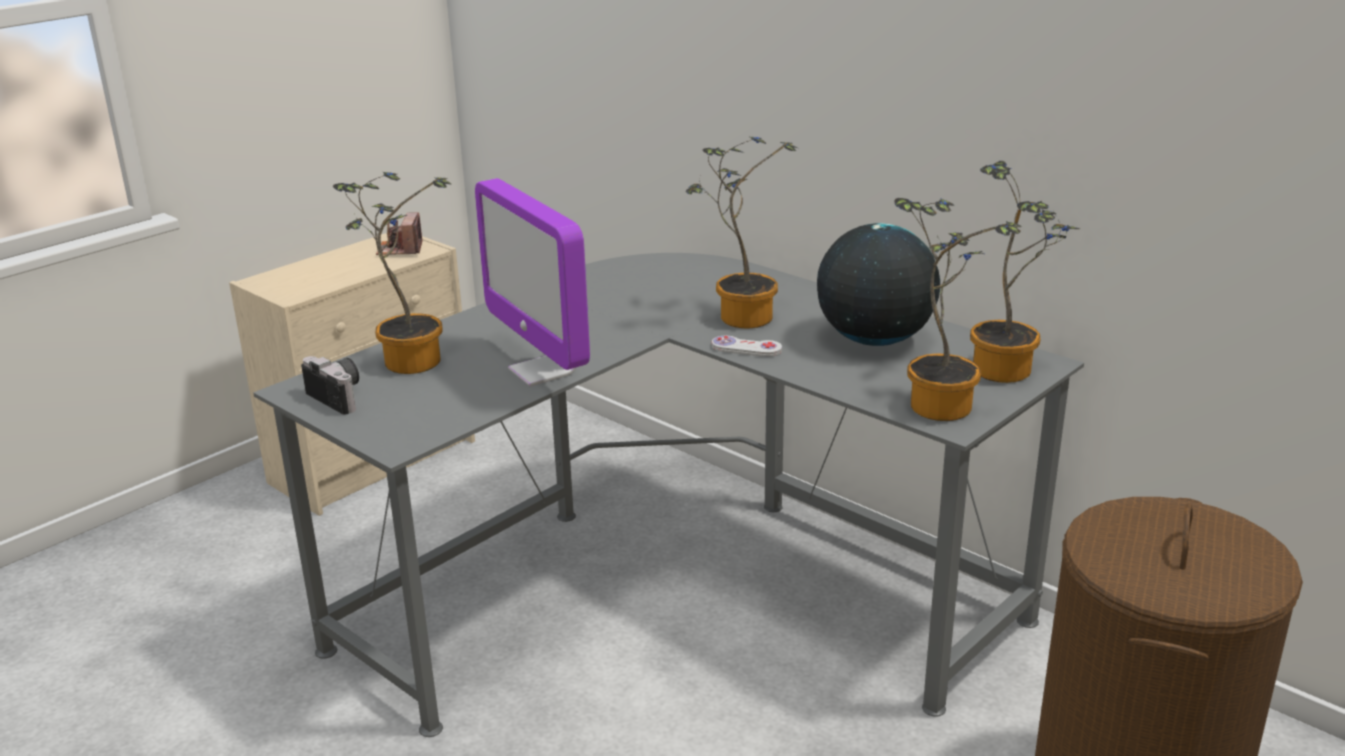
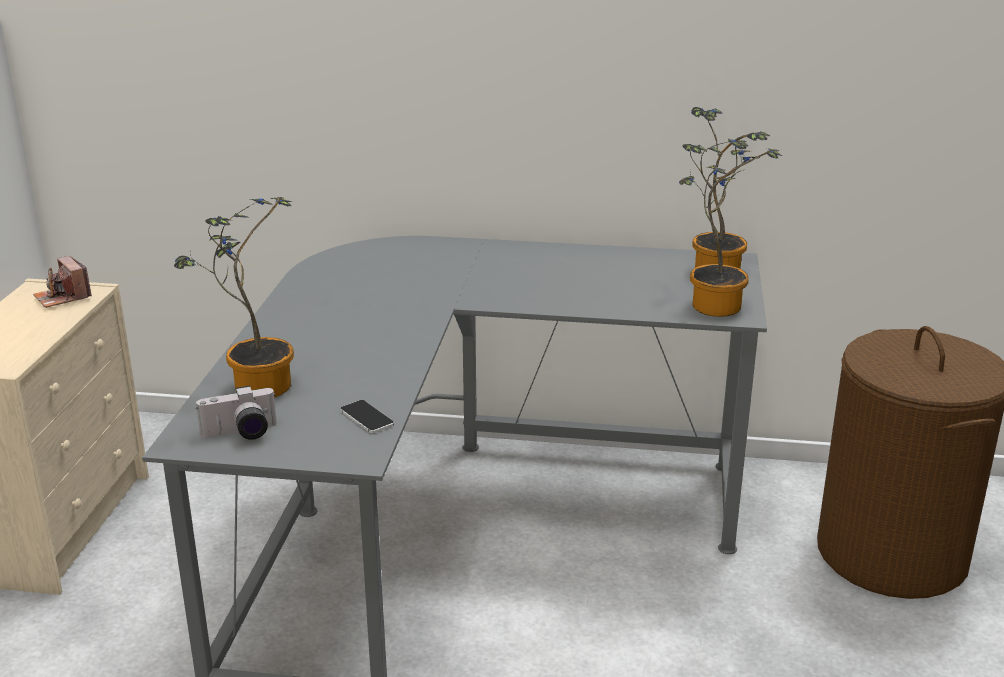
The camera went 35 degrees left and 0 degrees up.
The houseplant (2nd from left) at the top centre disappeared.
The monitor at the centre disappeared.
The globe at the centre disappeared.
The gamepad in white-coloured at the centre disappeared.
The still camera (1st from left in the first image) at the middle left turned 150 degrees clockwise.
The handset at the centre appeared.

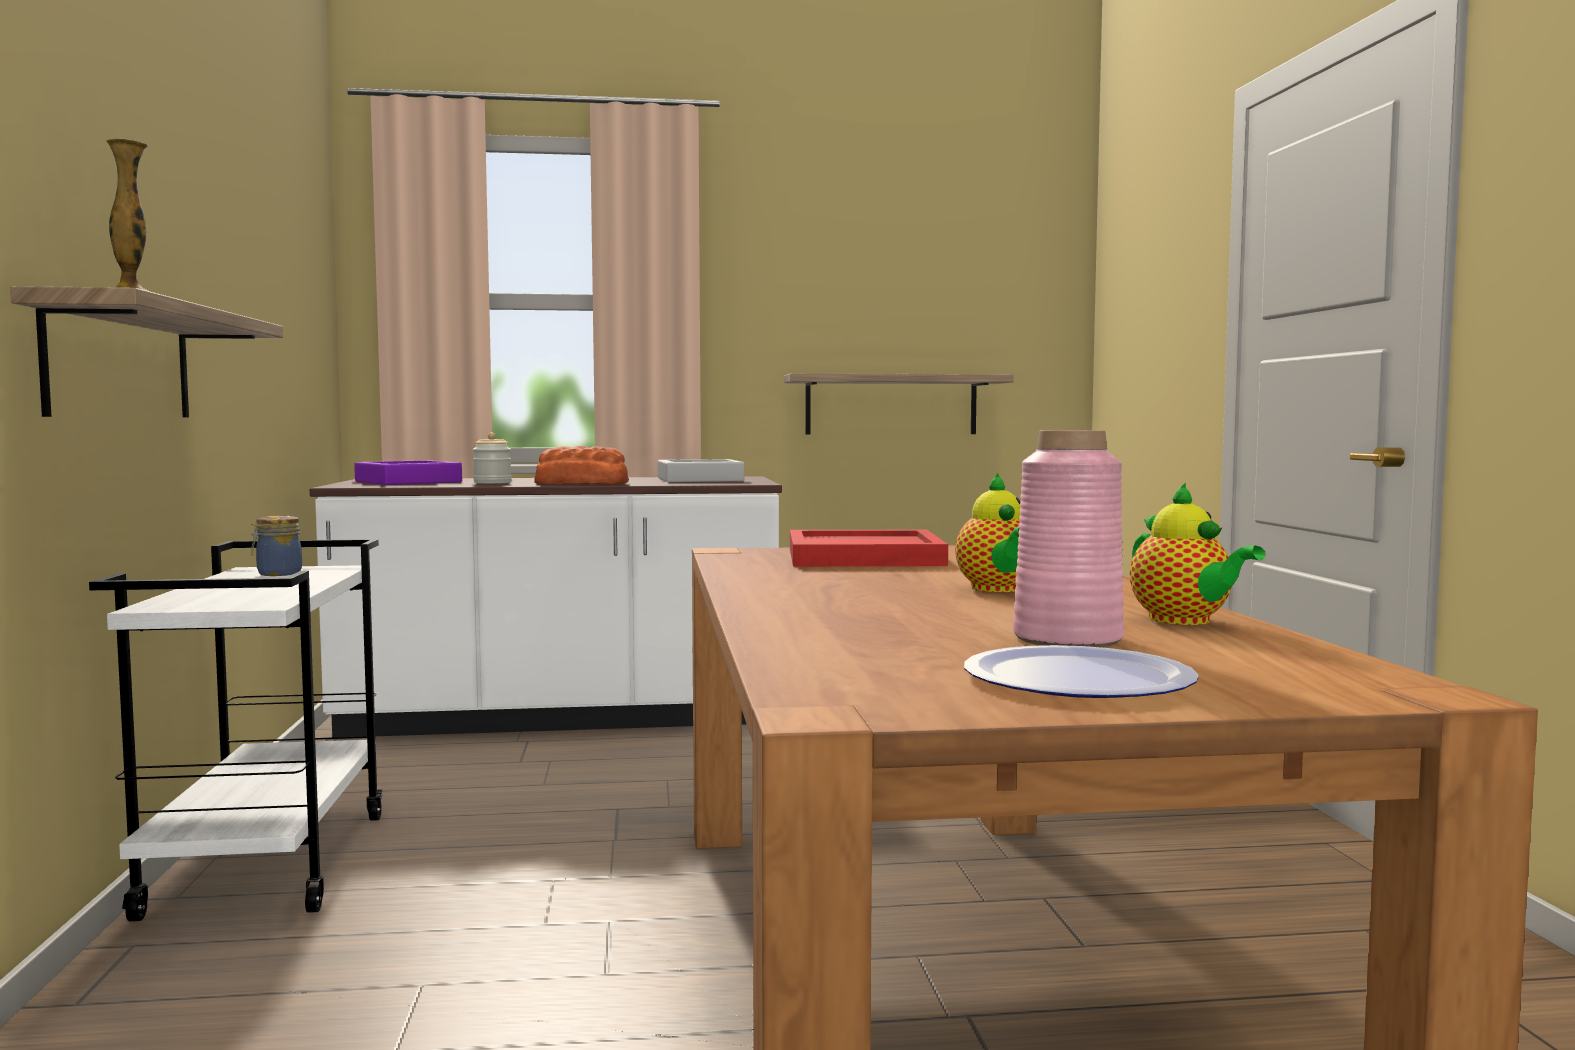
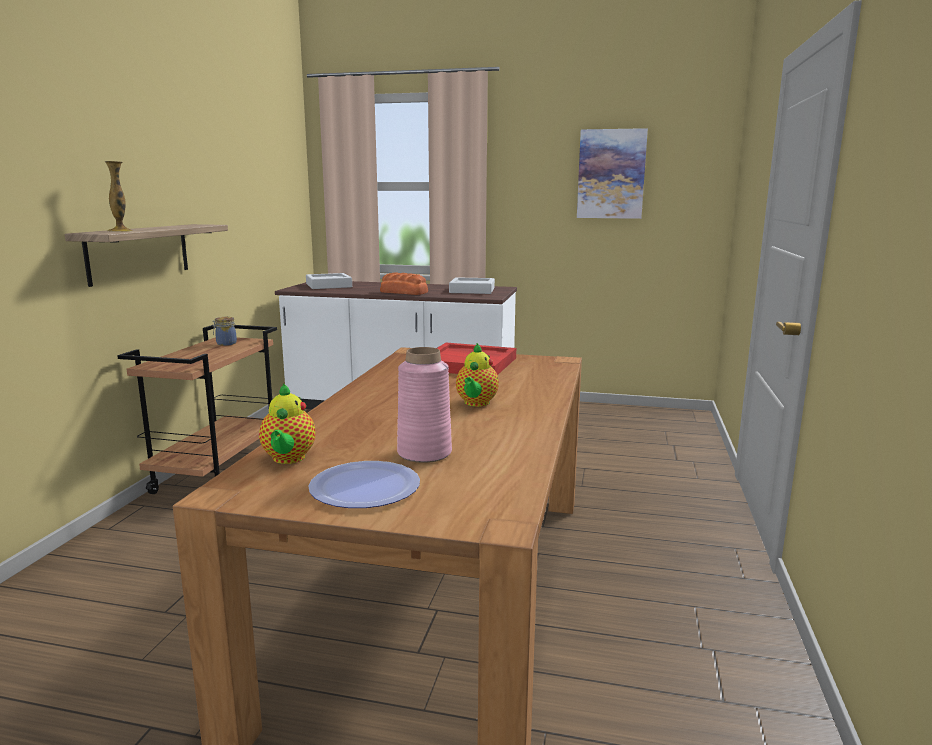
The camera went 20 degrees right and 10 degrees up.
The shelf (2nd from left) at the centre disappeared.
The preserve jar (2nd from left) at the middle left disappeared.
The tray in purple-coloured at the middle left became the tray in gray (1st from left) at the centre.
The tea pot (2nd from left in the first image) moved from the middle right to the middle left.
The wheeled cart in white-coloured at the bottom left became the wheeled cart in brown at the middle left.
The wall art at the top centre appeared.

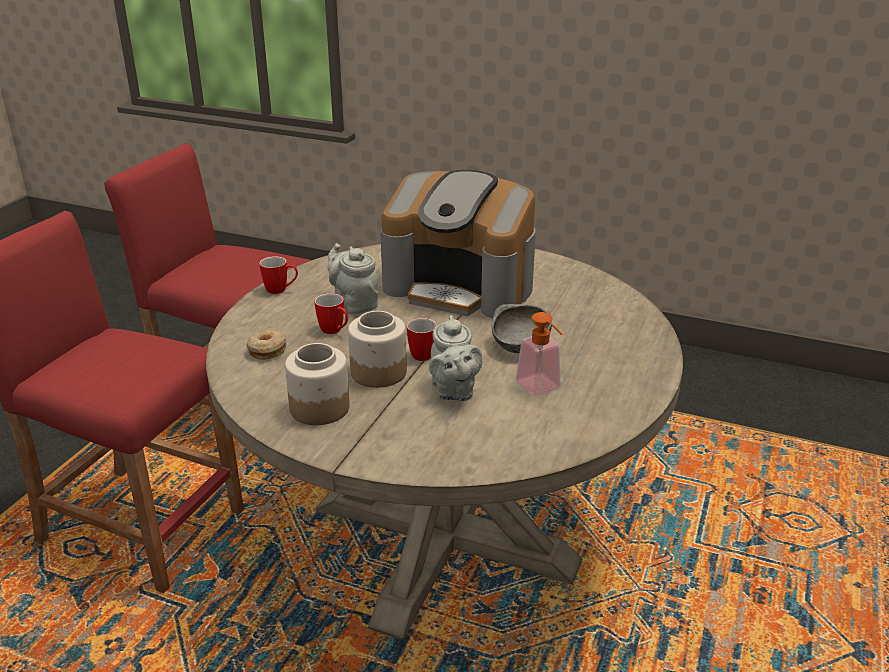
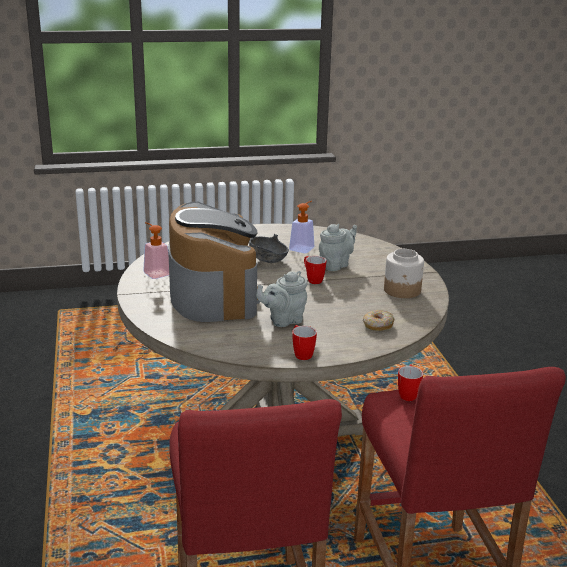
The camera went 125 degrees left and 5 degrees down.
The tea pot in gray (1st from left) at the centre turned 45 degrees clockwise.
The coffee mug (2nd from left in the first image) moved from the centre to the bottom right.
The preserve jar (2nd from left) at the centre disappeared.
The liquid soap bottle (1st from left) at the middle left appeared.

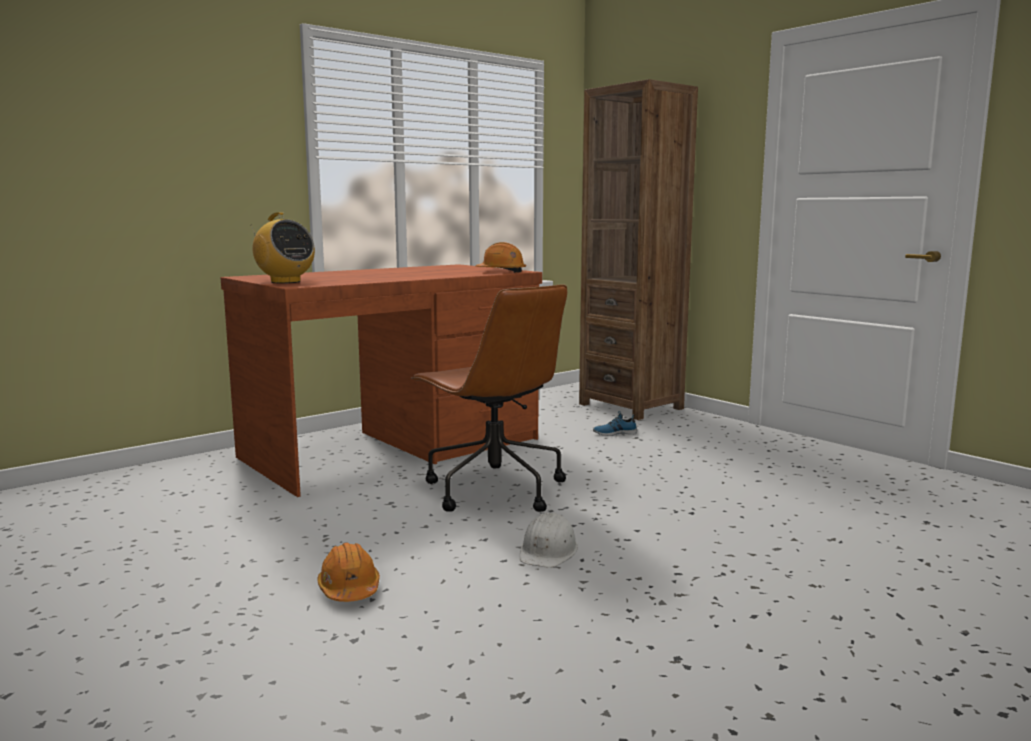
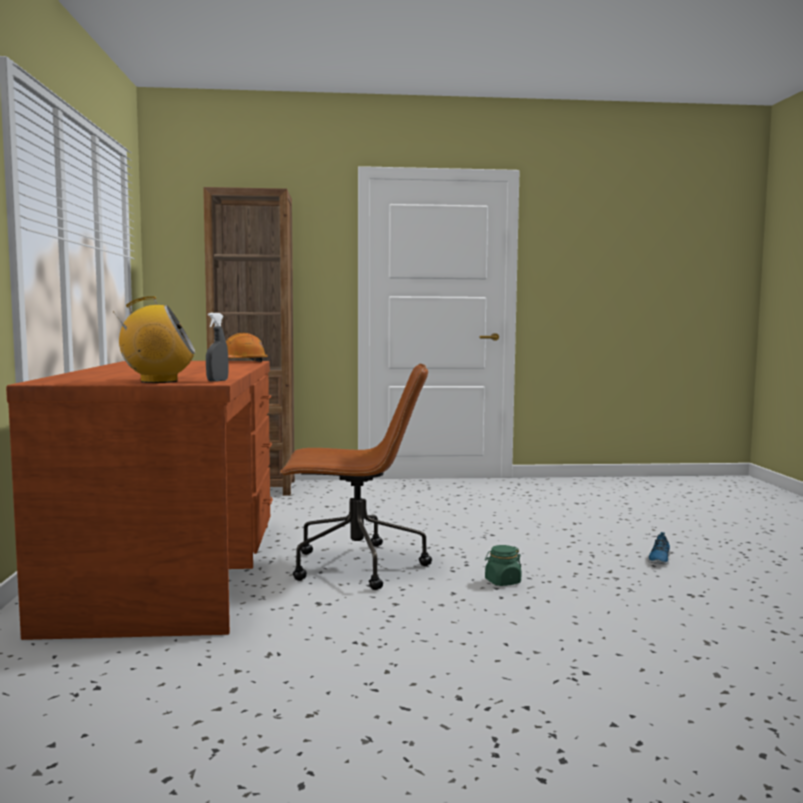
The camera went 55 degrees left and 5 degrees down.
The low shoe moved from the centre to the bottom right.
The work helmet in white-coloured at the bottom centre was replaced by the preserve jar in greenish at the bottom centre.
The work helmet in orange (1st from left) at the bottom centre disappeared.
The spray bottle in gray at the middle left appeared.

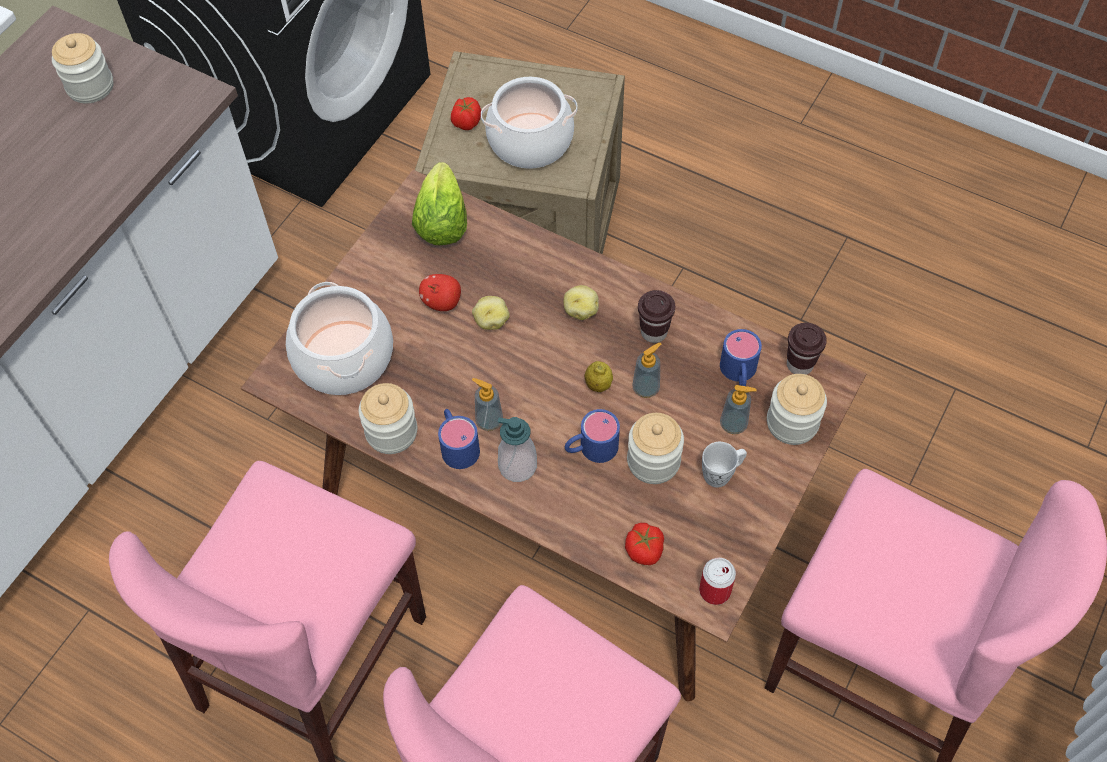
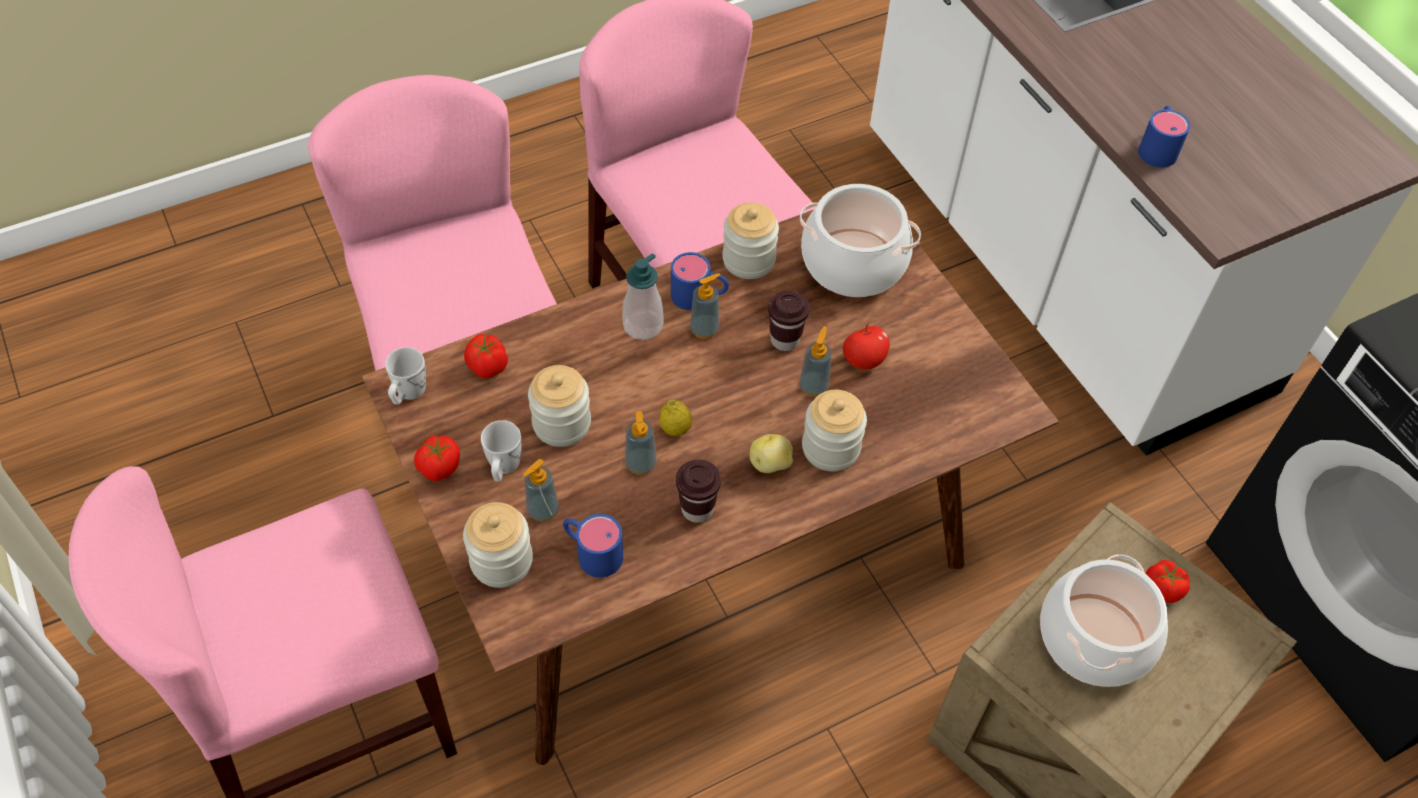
The camera went 120 degrees right and 5 degrees down.
The preserve jar (1st from left in the first image) moved from the top left to the centre.
The lettuce head at the top centre disappeared.
The potato (1st from left) at the centre was replaced by the liquid soap bottle (5th from left) at the centre.
The drinking cup in brown (2nd from left) moved from the middle right to the centre.
The coffee mug in blue (2nd from left in the first image) moved from the centre to the top right.
The metal can at the bottom centre was replaced by the coffee mug in white-coloured (1st from left) at the middle left.
The whole tomato (1st from left) at the middle left appeared.

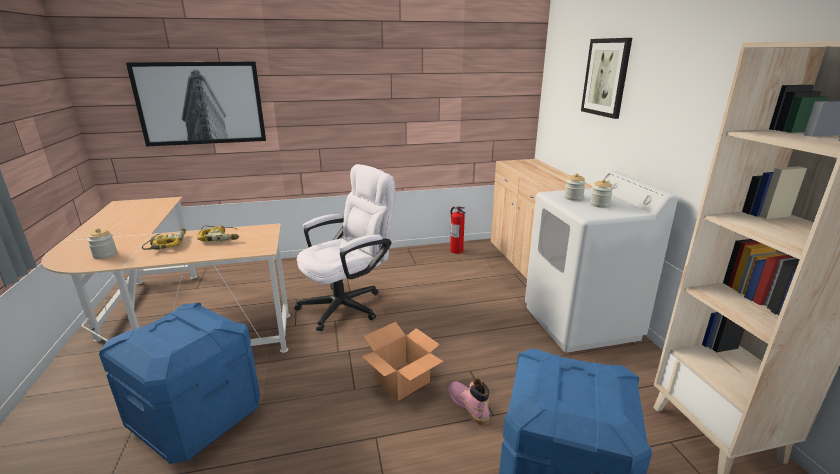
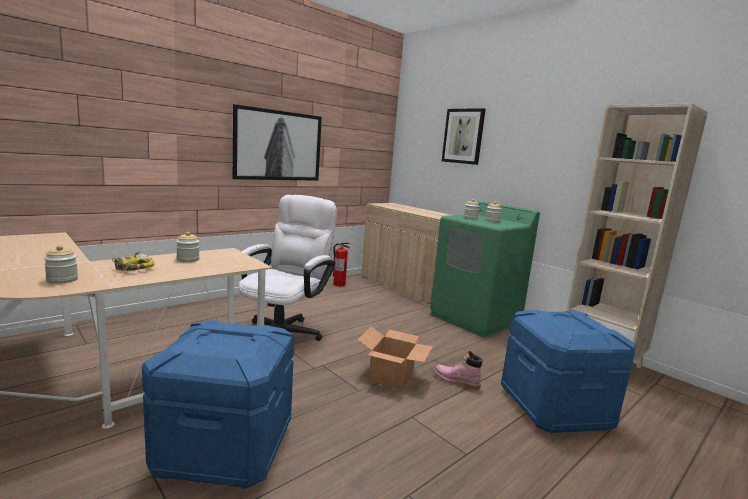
The camera went 30 degrees left and 10 degrees down.
The wall art (1st from left) moved from the top left to the top centre.
The washing machine in white-coloured at the middle right became the washing machine in greenish at the centre.
The power drill (2nd from left) at the middle left was replaced by the preserve jar (2nd from left) at the middle left.

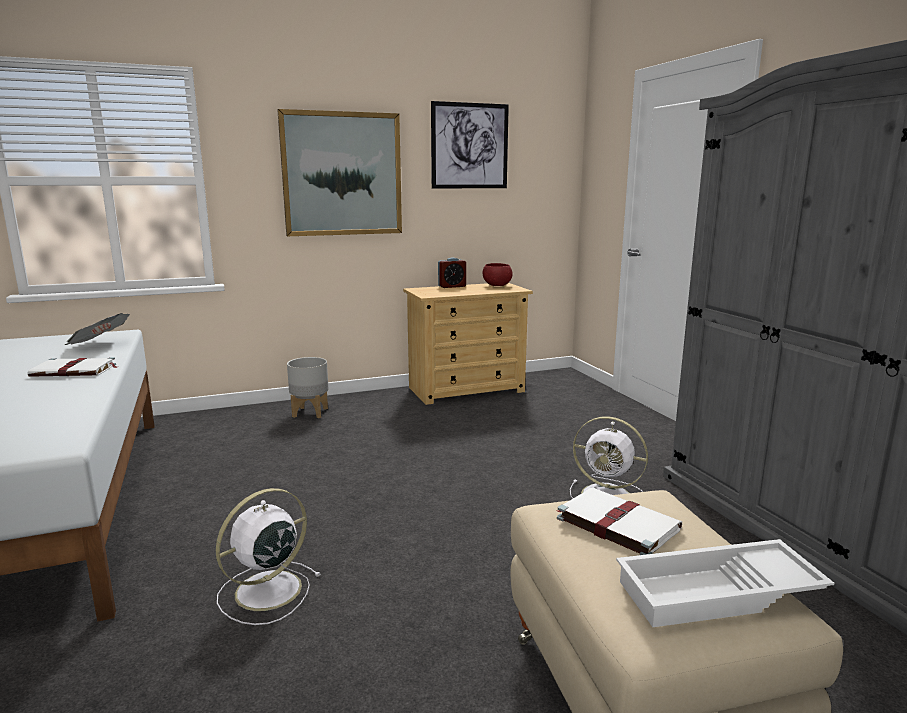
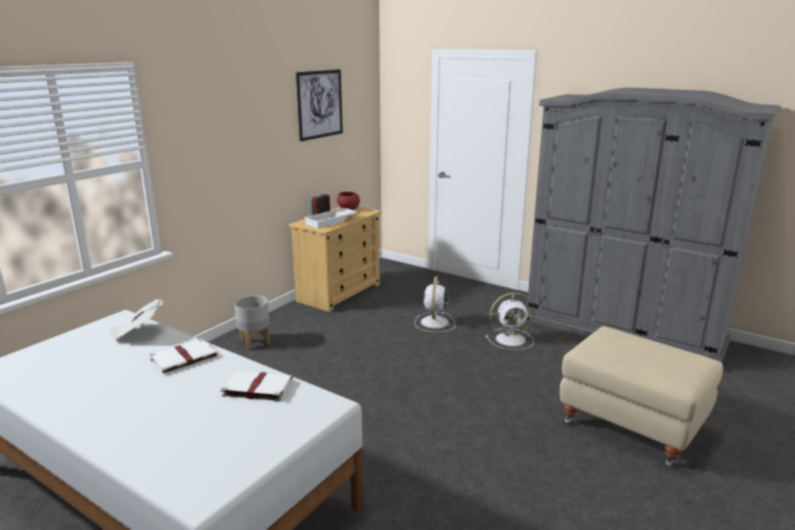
The camera went 35 degrees left and 5 degrees up.
The wall art (1st from left) at the top centre disappeared.
The book in white-coloured (2nd from left) moved from the bottom right to the bottom left.
The electric fan in white-coloured (1st from left) moved from the bottom left to the centre.
The tray in white-coloured moved from the bottom right to the centre.

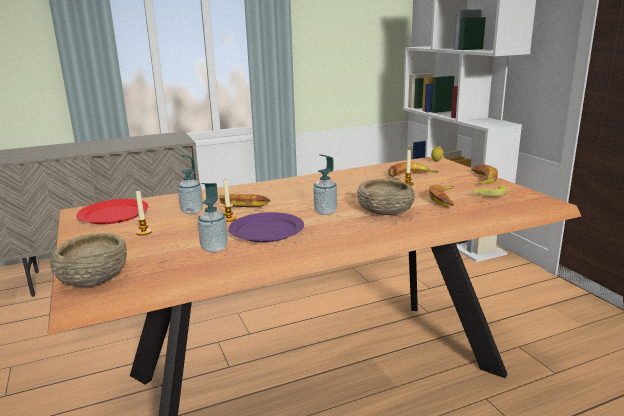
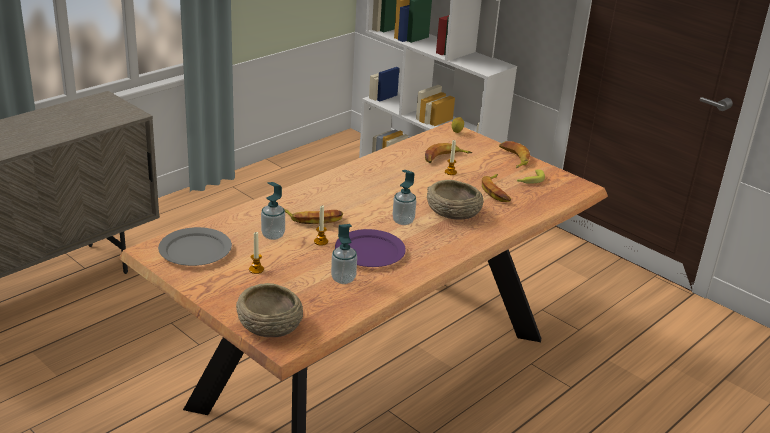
The camera went 25 degrees left and 10 degrees up.
The dinner plate in reddish at the middle left became the dinner plate in gray at the middle left.

